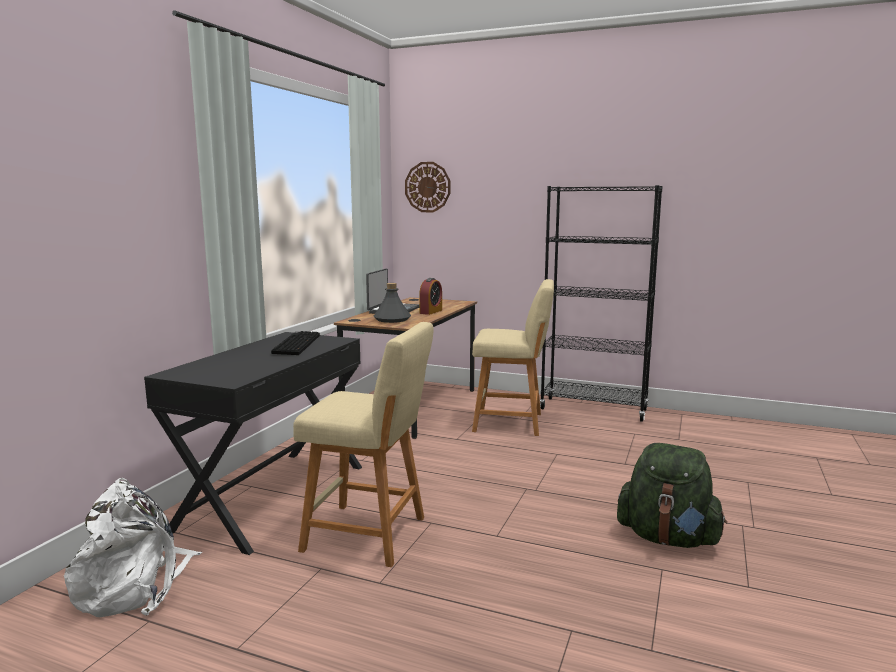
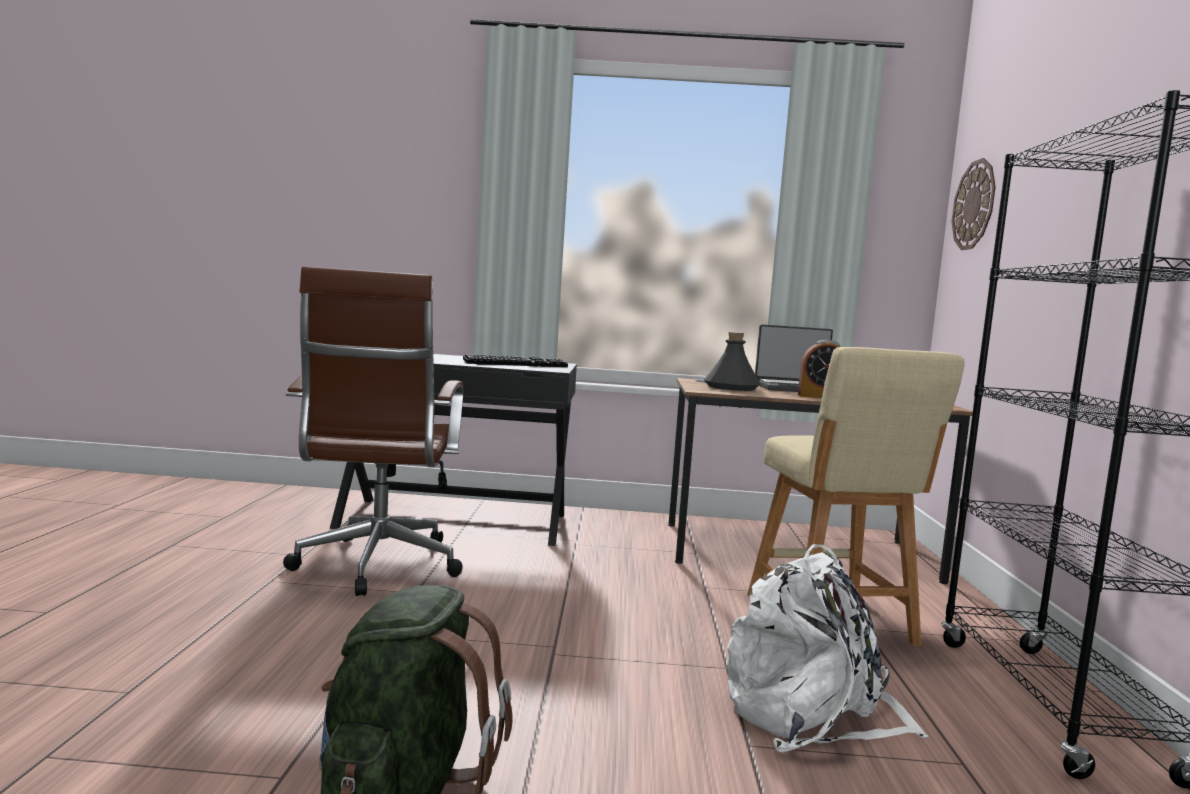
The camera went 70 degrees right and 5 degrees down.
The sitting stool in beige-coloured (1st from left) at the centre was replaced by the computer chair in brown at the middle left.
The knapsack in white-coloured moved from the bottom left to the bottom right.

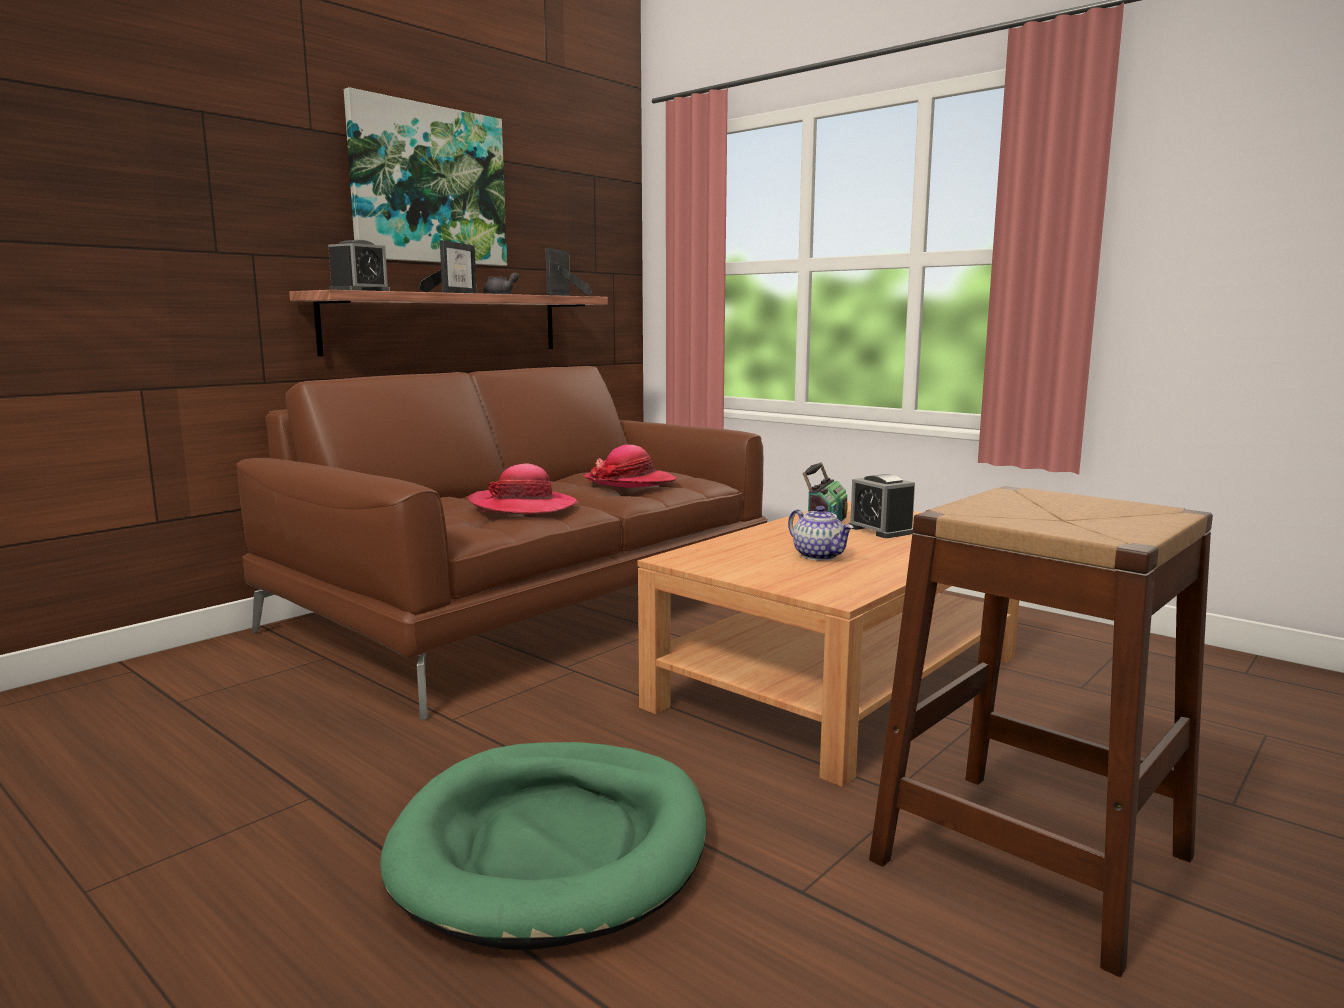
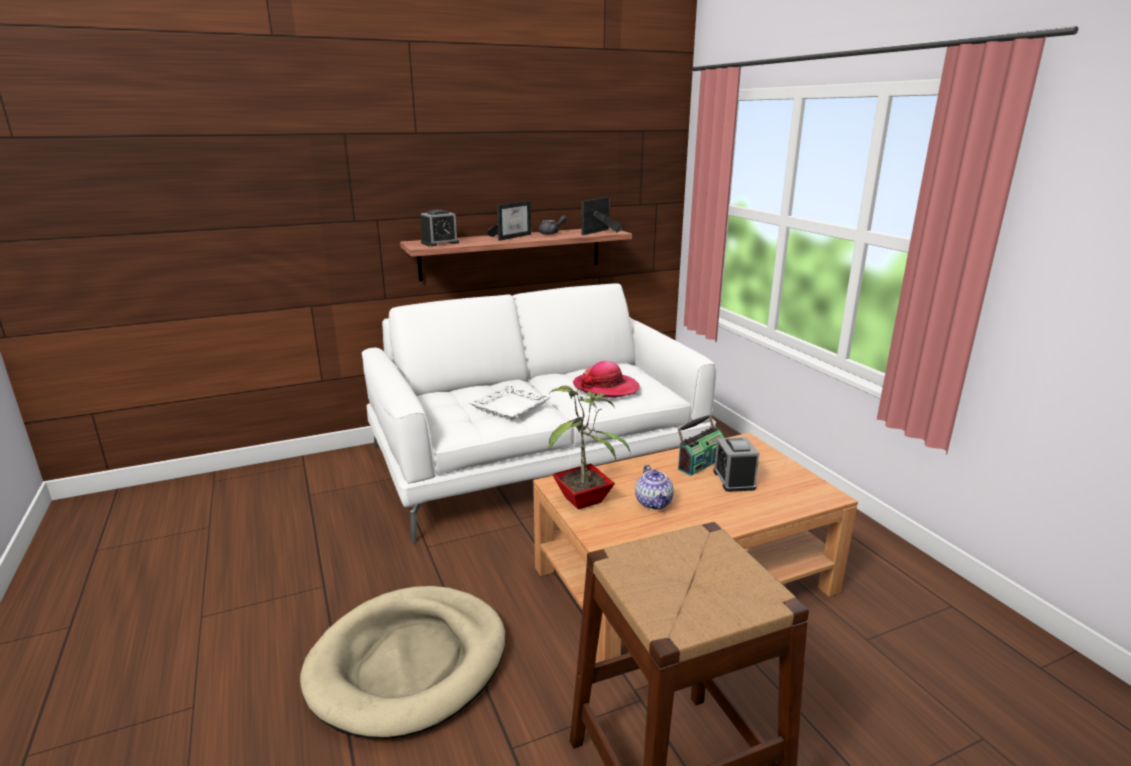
The camera went 25 degrees right and 10 degrees up.
The wall art at the top left disappeared.
The couch in brown at the centre became the couch in white-coloured at the centre.
The hat (1st from left) at the centre was replaced by the tray in white-coloured at the centre.
The pet bed in greenish at the bottom centre became the pet bed in beige-coloured at the bottom centre.
The houseplant at the centre appeared.

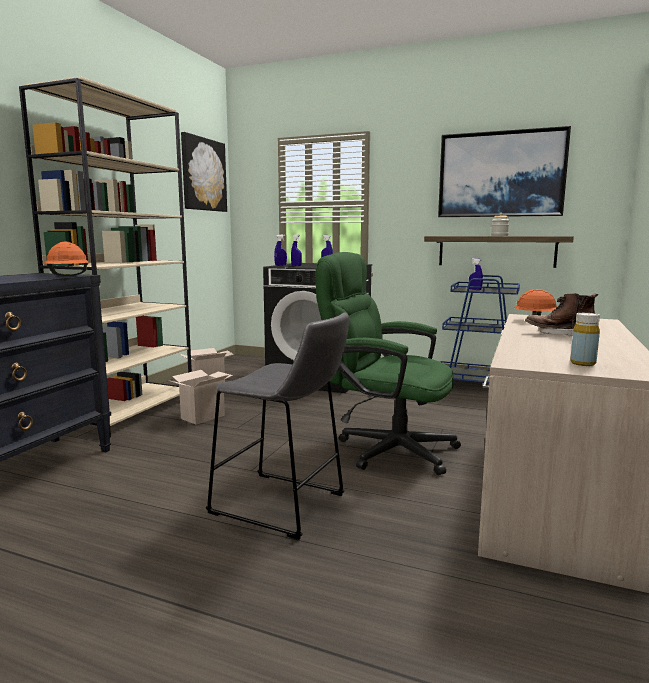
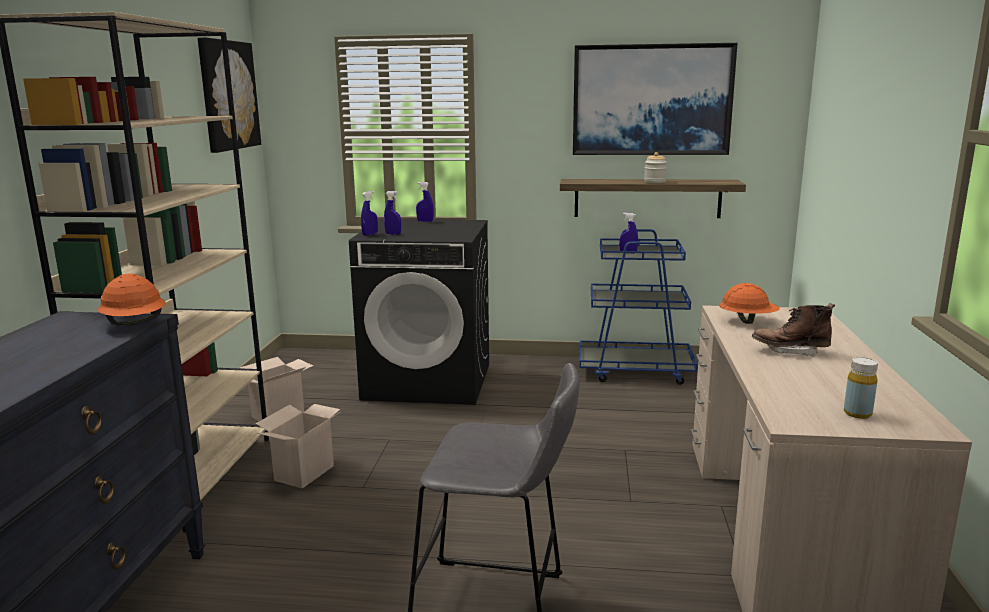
The camera went 15 degrees left and 5 degrees up.
The computer chair in greenish at the centre disappeared.

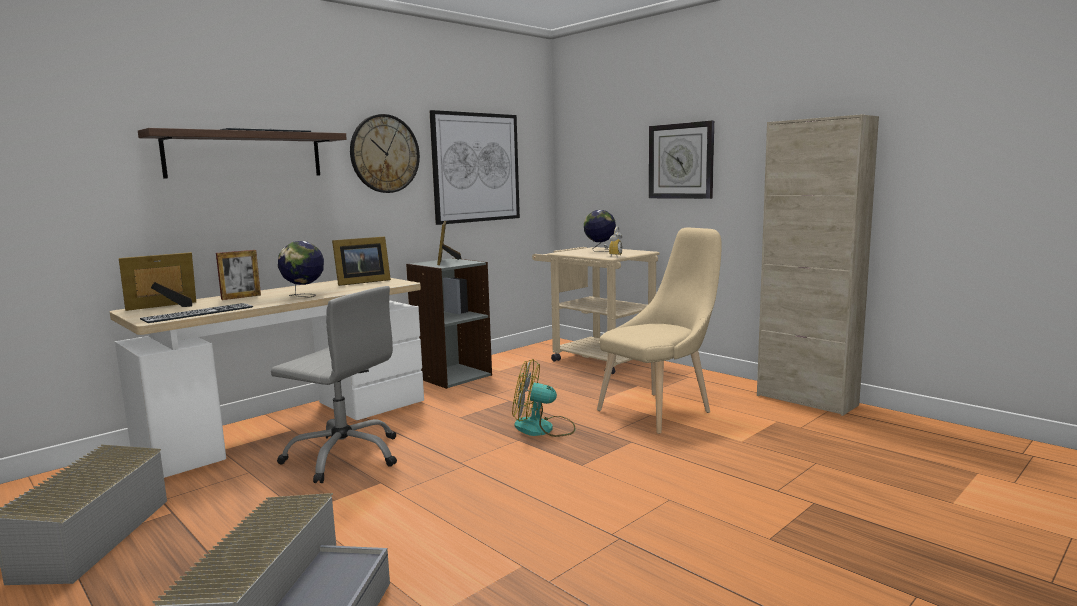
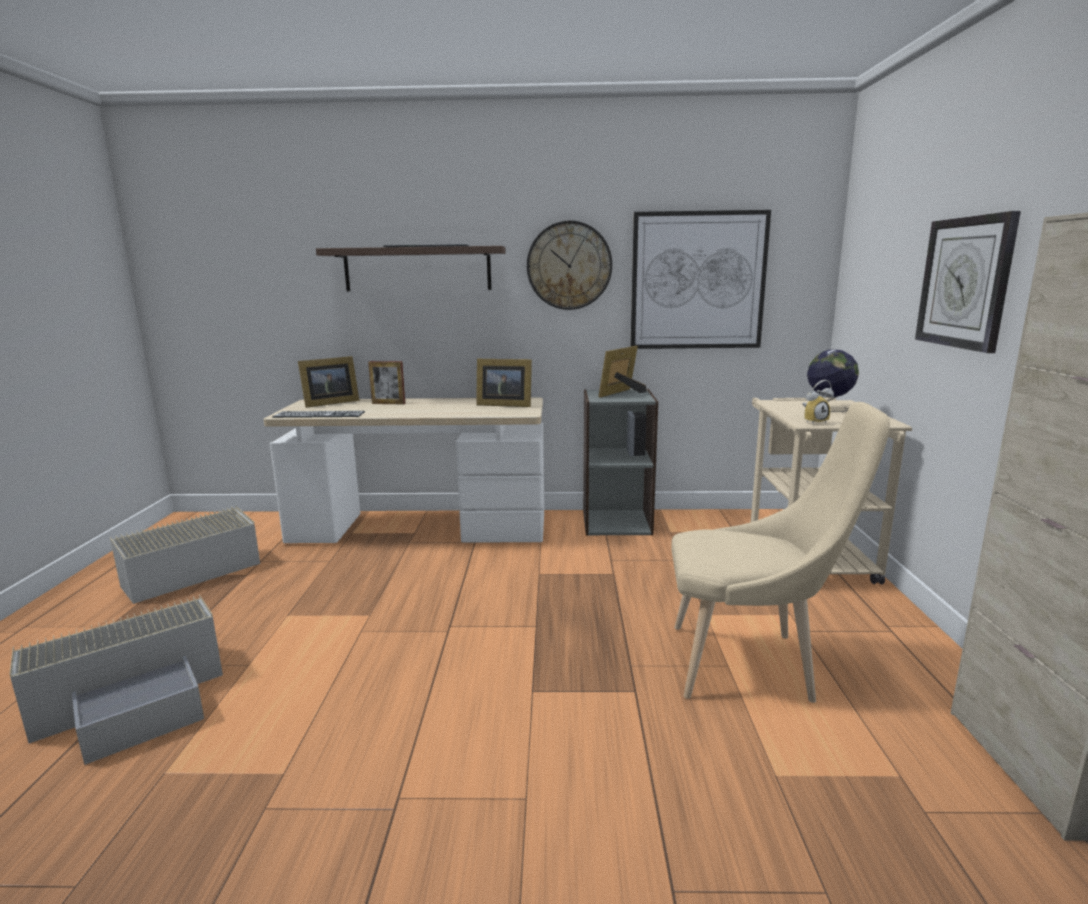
The camera went 45 degrees right and 5 degrees up.
The globe (1st from left) at the middle left disappeared.
The standing frame (1st from left) at the middle left turned 135 degrees clockwise.
The computer chair in gray at the middle left disappeared.
The electric fan at the centre disappeared.

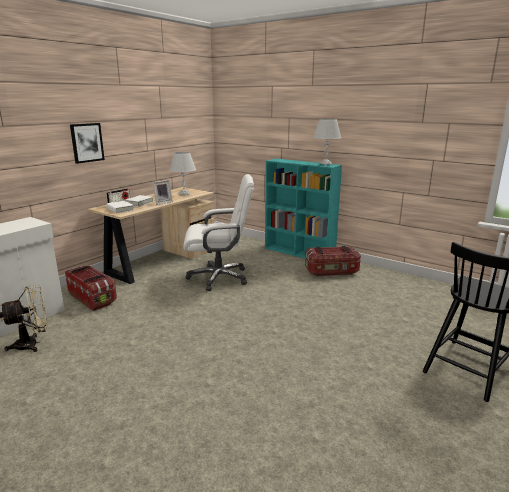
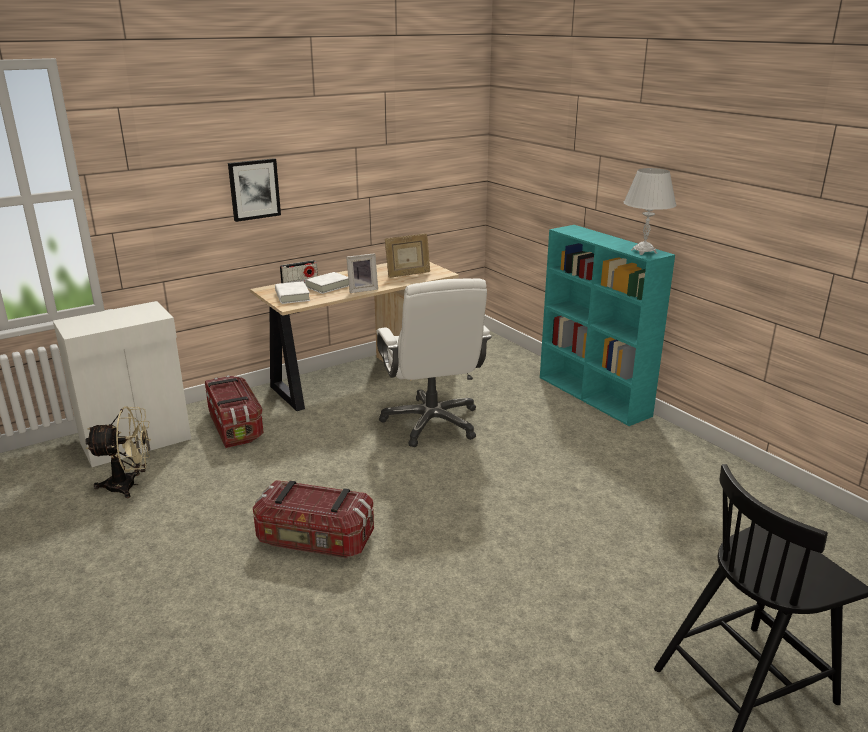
The camera went 20 degrees right and 5 degrees up.
The lamp for a table in white-coloured (1st from left) at the centre was replaced by the standing frame (2nd from left) at the centre.
The computer chair in white-coloured at the centre turned 60 degrees clockwise.
The storage container (2nd from left) moved from the centre to the bottom centre.

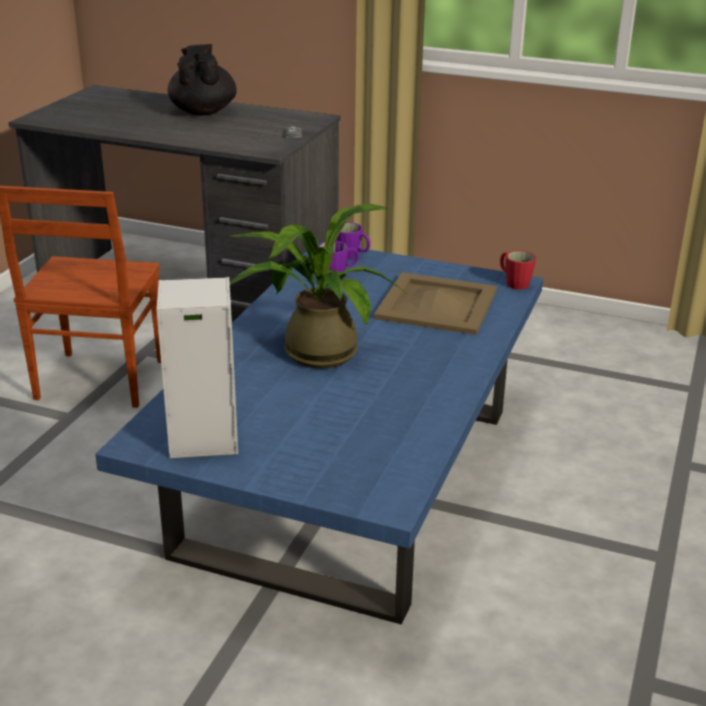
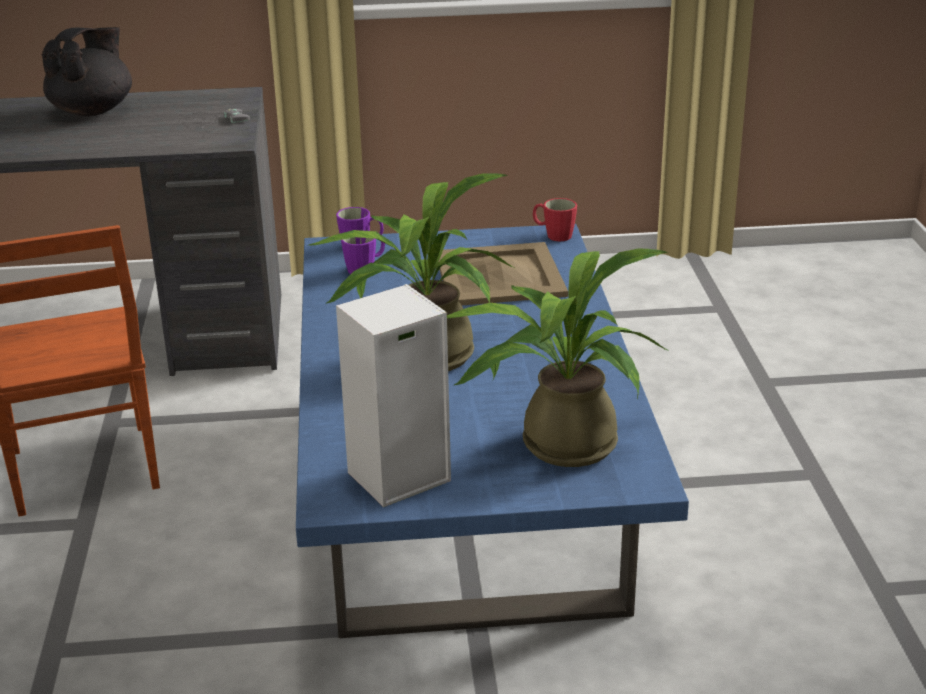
The camera went 25 degrees left and 0 degrees up.
The tea pot in black-coloured at the top left turned 60 degrees clockwise.
The houseplant (2nd from left) at the centre appeared.

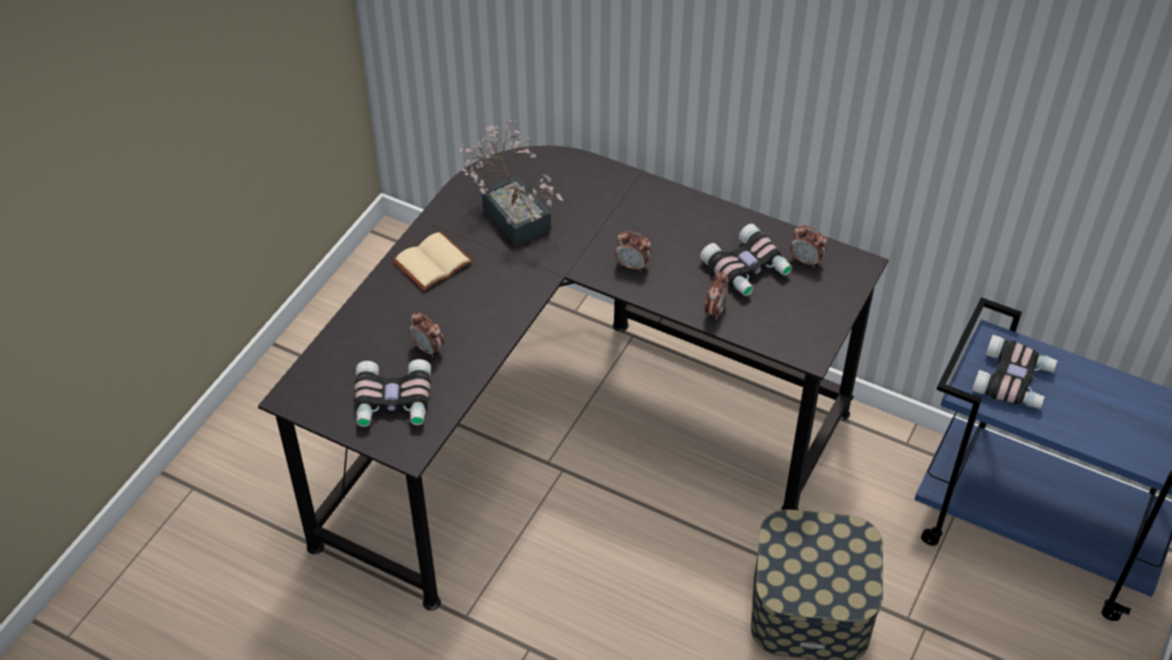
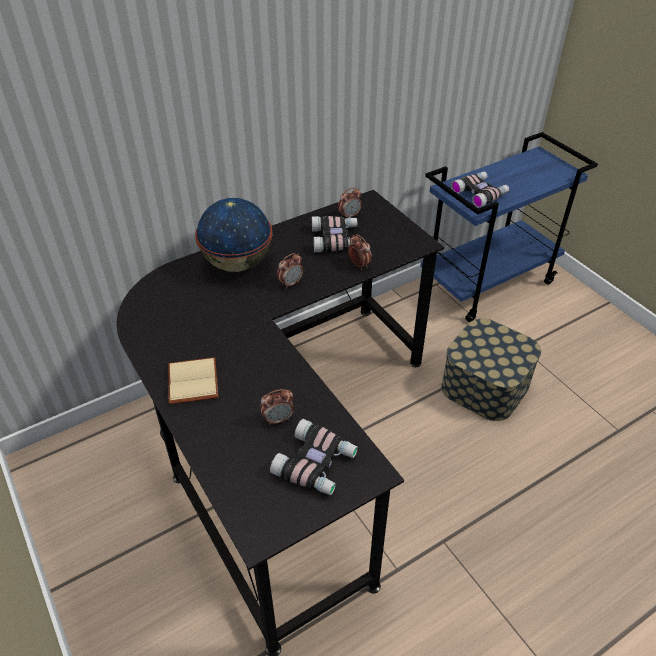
The camera went 60 degrees left and 5 degrees down.
The houseplant at the top centre disappeared.
The globe at the centre appeared.

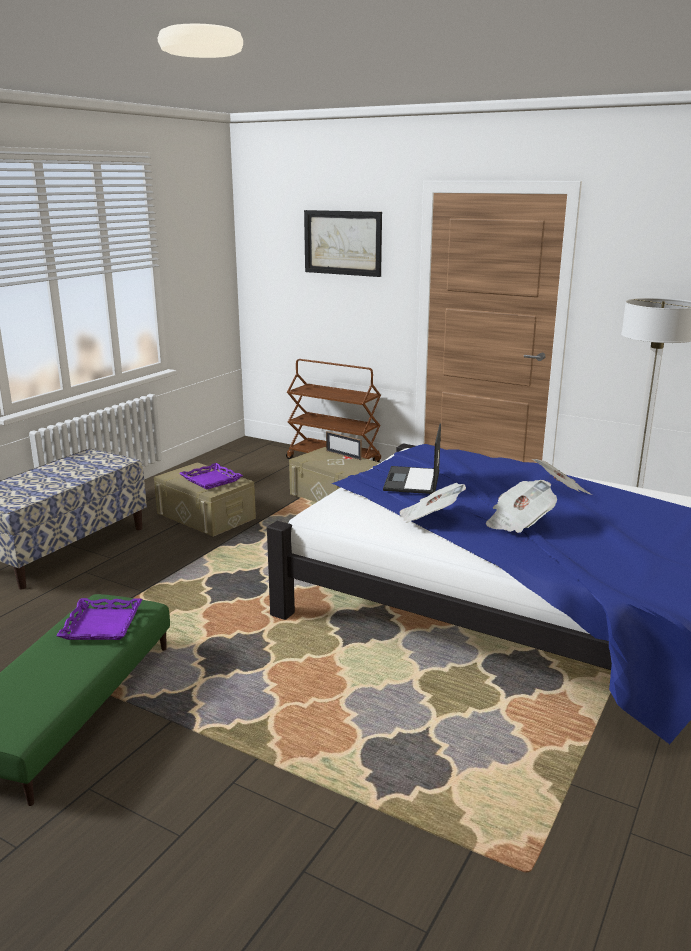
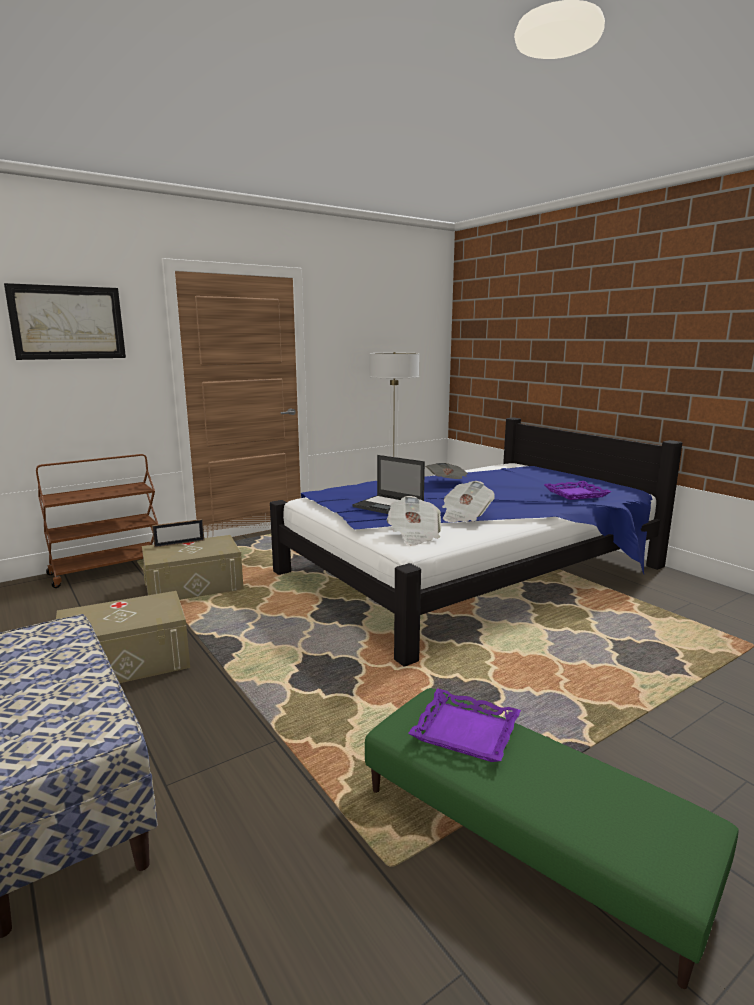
The camera went 65 degrees left and 5 degrees down.
The tray in purple-coloured (2nd from left) moved from the middle left to the middle right.
The daily paper (2nd from left in the first image) moved from the middle right to the centre.

